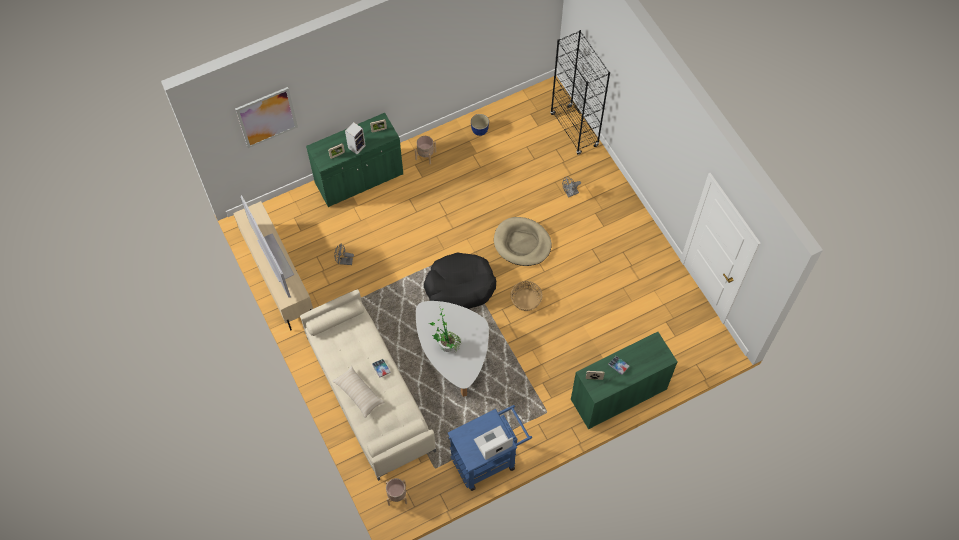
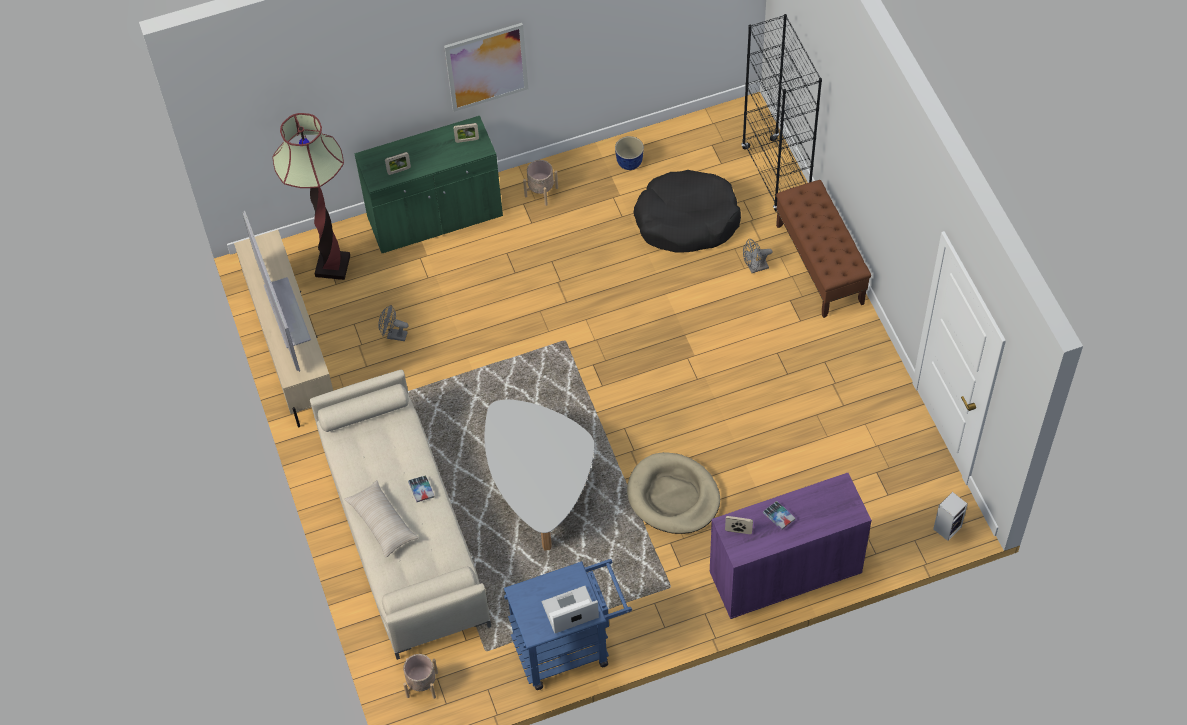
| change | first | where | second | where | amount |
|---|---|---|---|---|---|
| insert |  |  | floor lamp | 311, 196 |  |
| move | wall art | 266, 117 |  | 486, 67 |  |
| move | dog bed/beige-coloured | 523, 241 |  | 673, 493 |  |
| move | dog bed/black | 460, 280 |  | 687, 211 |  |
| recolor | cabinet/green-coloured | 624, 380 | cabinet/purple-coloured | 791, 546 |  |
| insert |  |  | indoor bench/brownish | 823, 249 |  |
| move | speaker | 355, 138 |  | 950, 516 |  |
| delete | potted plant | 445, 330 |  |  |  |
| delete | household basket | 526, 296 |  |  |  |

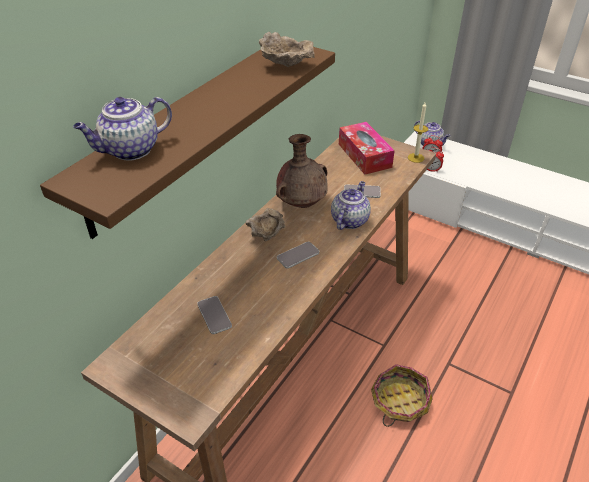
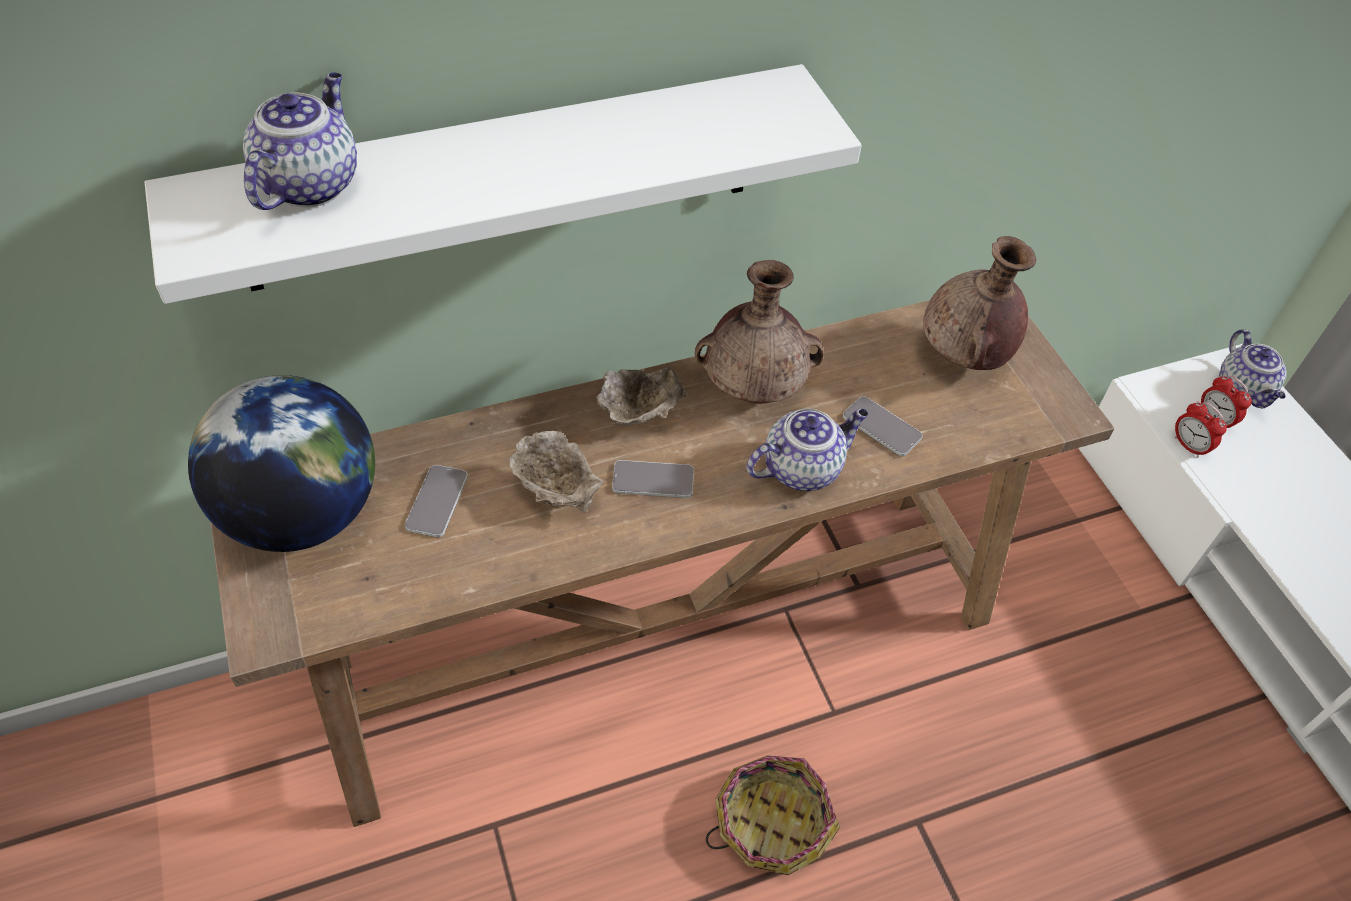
| change | first | where | second | where | amount |
|---|---|---|---|---|---|
| recolor | shelf/brownish | 187, 143 | shelf/white | 503, 184 |  |
| insert |  |  | globe | 281, 463 |  |
| rotate | teapot | 122, 128 |  | 300, 141 | 105 degrees clockwise |
| move | deep dish/beige-coloured | 287, 49 |  | 556, 472 |  |
| replace | tissue holder | 367, 148 | decorative vase/brownish | 979, 303 |  |
| delete | wax light | 418, 132 |  |  |  |

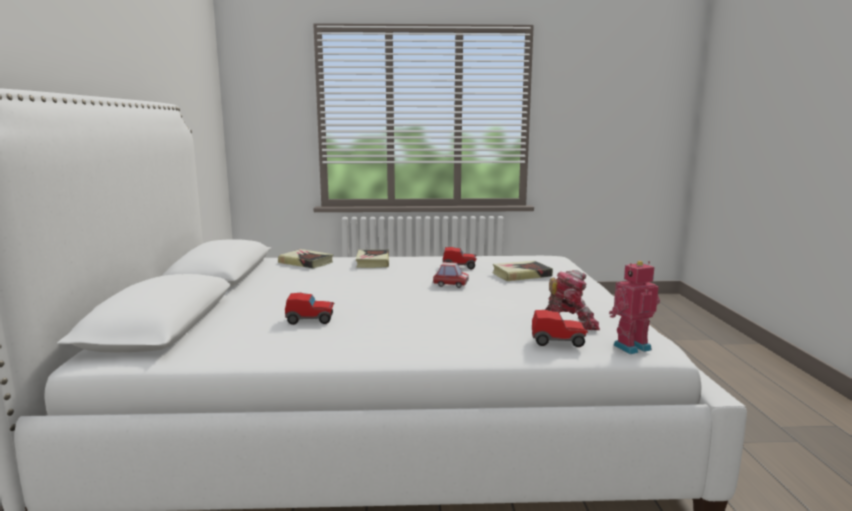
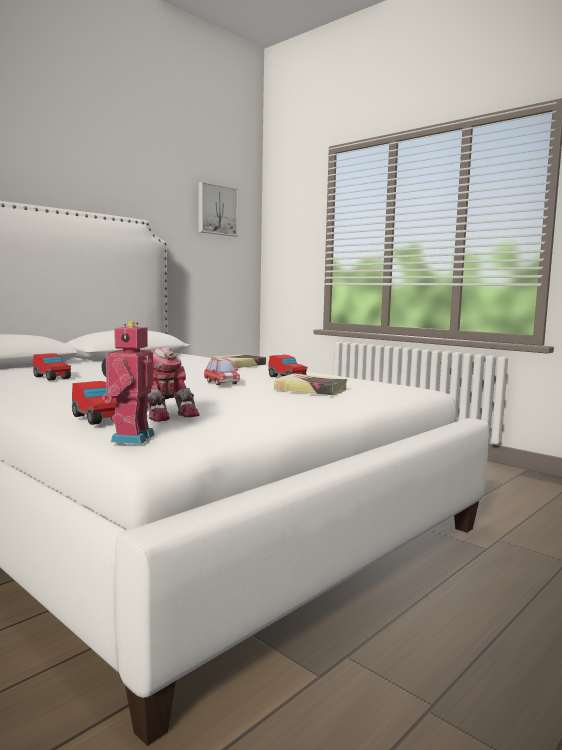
| change | first | where | second | where | amount |
|---|---|---|---|---|---|
| rotate | model robot | 634, 307 |  | 128, 382 | 105 degrees counterclockwise |
| insert |  |  | wall art | 218, 209 |  |
| delete | book | 305, 258 |  |  |  |

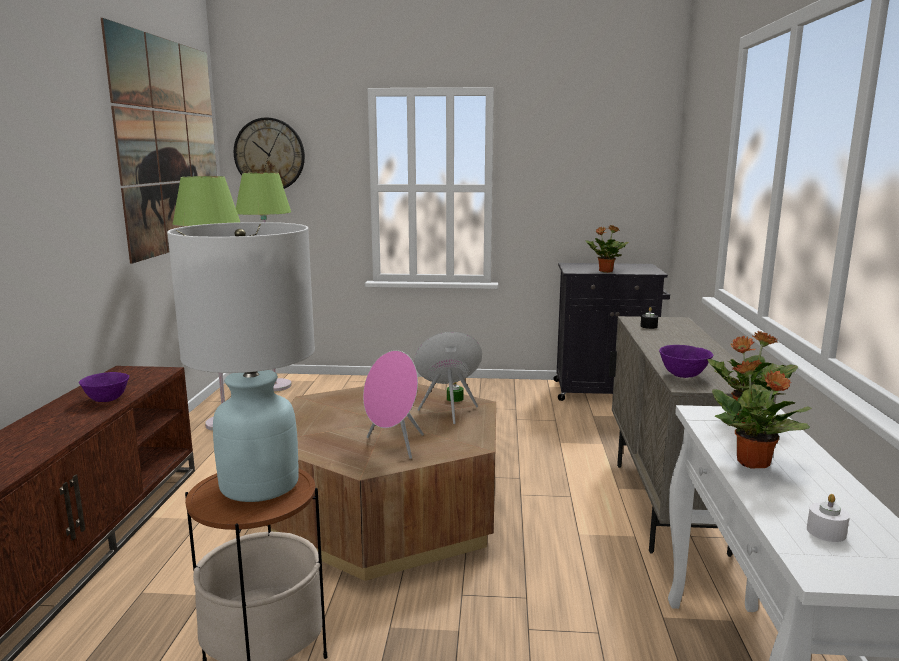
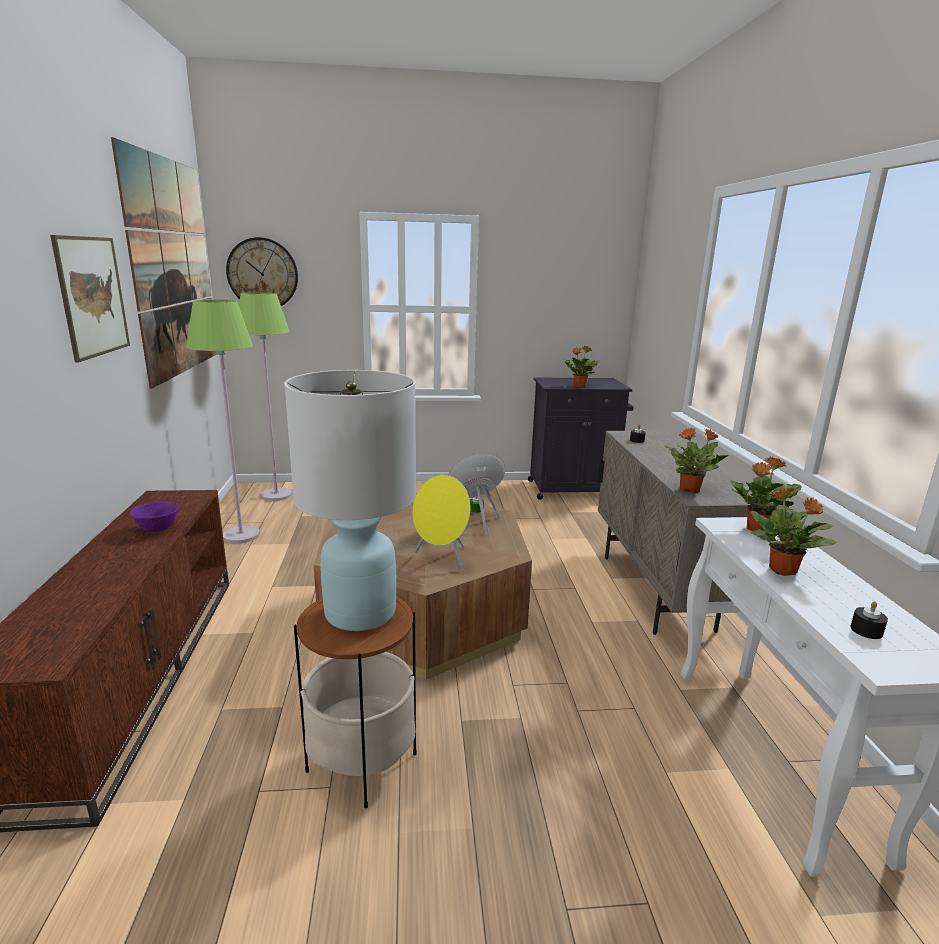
| change | first | where | second | where | amount |
|---|---|---|---|---|---|
| insert |  |  | wall art | 90, 299 |  |
| recolor | speaker/pinkish | 393, 404 | speaker/yellow-coloured | 441, 523 |  |
| replace | deep dish/purple-coloured | 686, 361 | potted plant | 697, 460 |  |
| recolor | wax light/white | 828, 518 | wax light/black | 869, 620 |  |

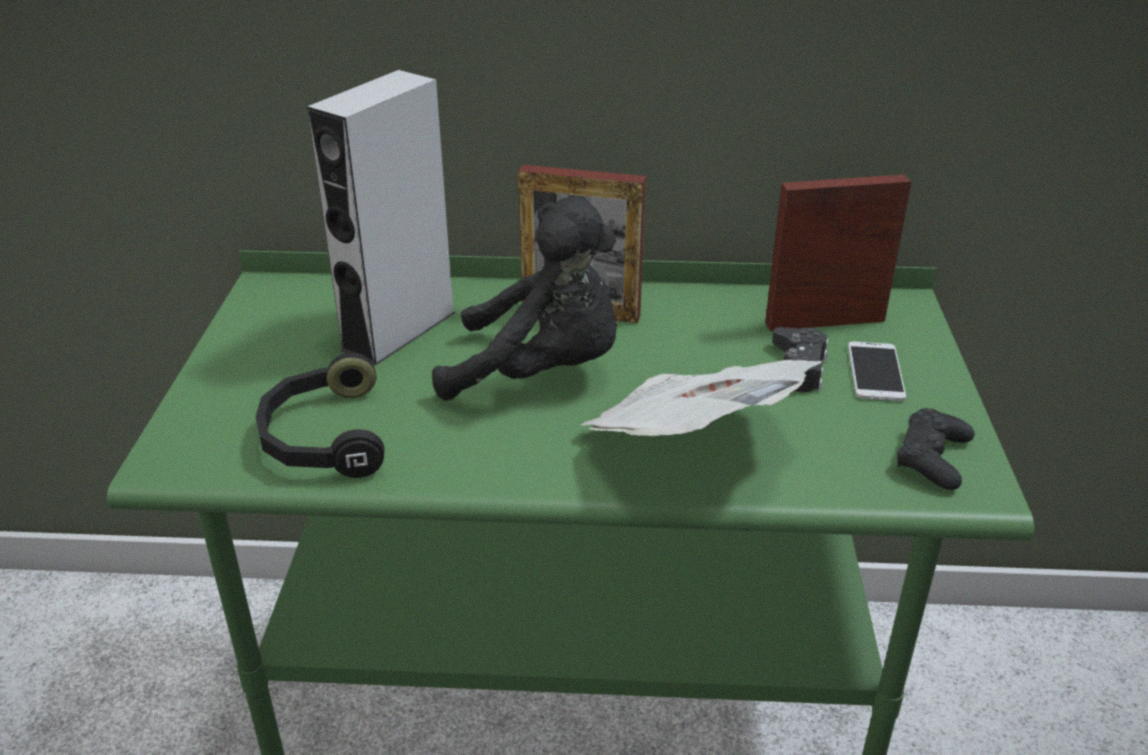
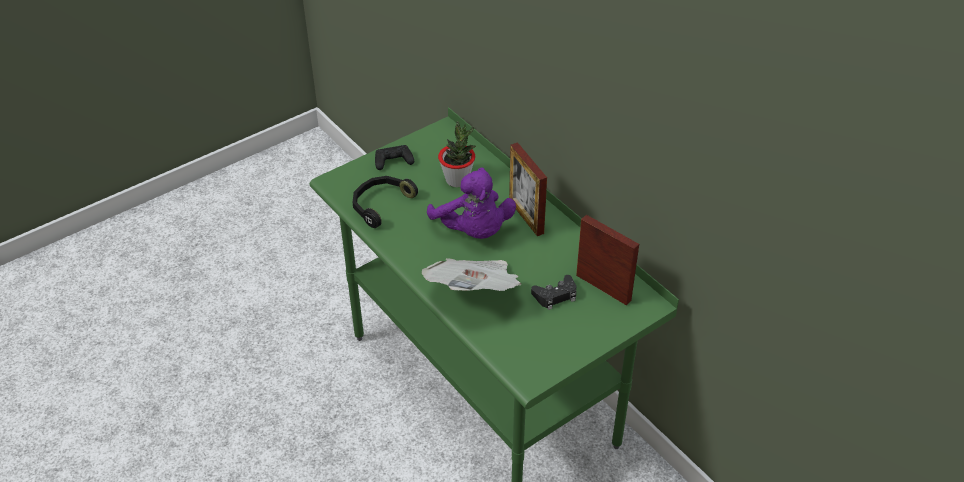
| change | first | where | second | where | amount |
|---|---|---|---|---|---|
| move | gamepad/black | 936, 449 |  | 394, 157 |  |
| recolor | soft toy/black | 524, 299 | soft toy/purple-coloured | 471, 203 |  |
| replace | speaker/gray | 381, 218 | potted plant | 457, 154 |  |
| delete | handset | 877, 371 |  |  |  |

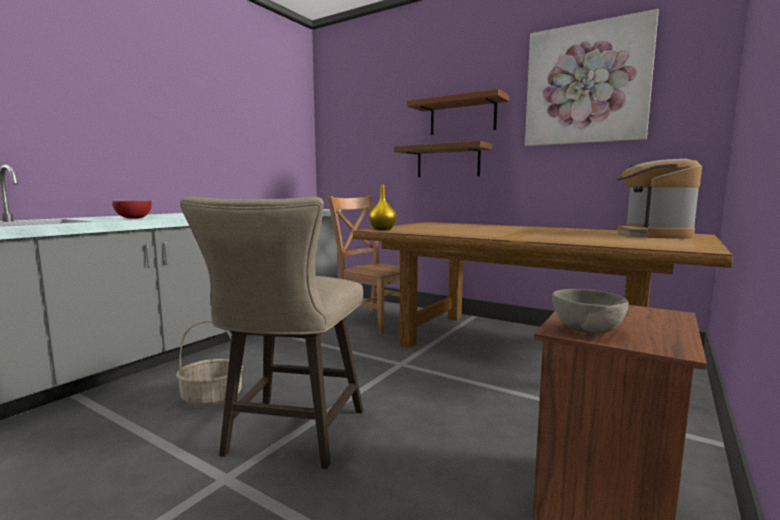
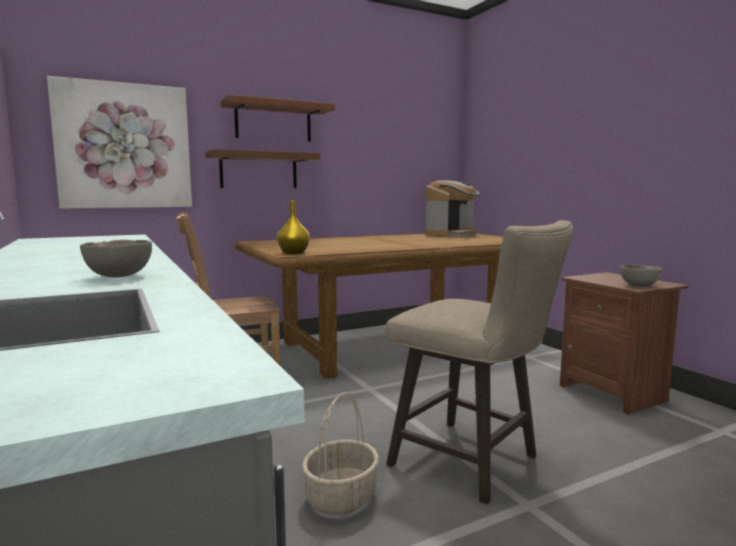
| change | first | where | second | where | amount |
|---|---|---|---|---|---|
| move | wall art | 592, 77 |  | 119, 142 |  |
| recolor | deep dish/red-coloured | 132, 210 | deep dish/gray | 116, 259 |  |
| rotate | coffee machine | 659, 199 |  | 452, 208 | 90 degrees counterclockwise |

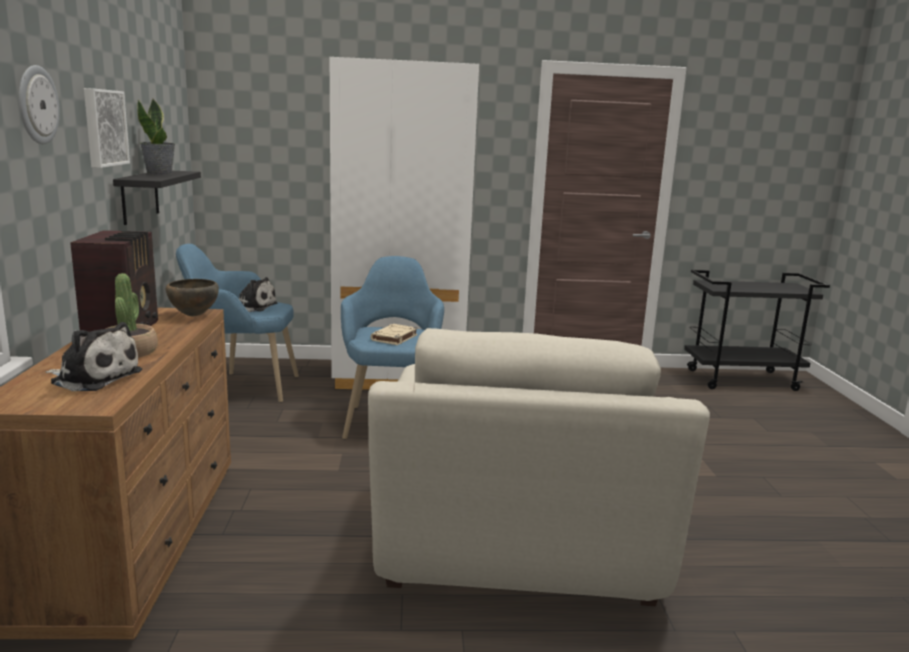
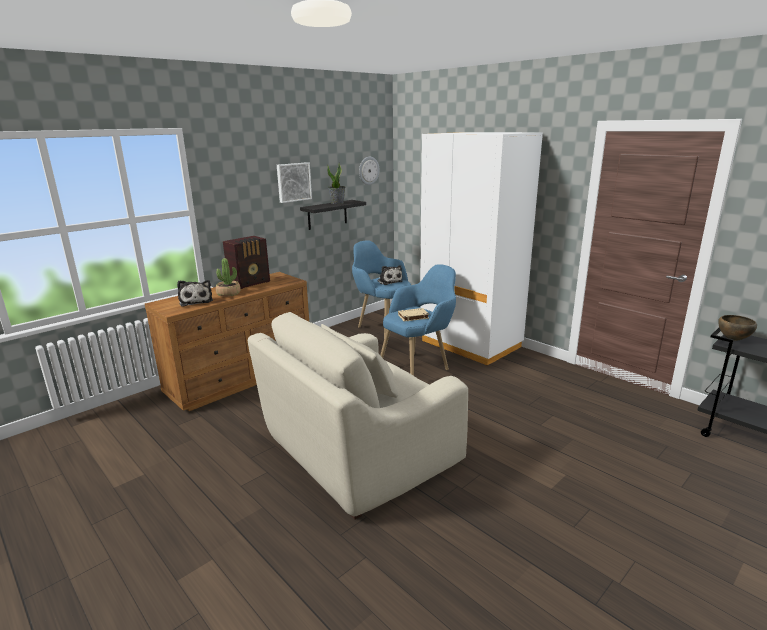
| change | first | where | second | where | amount |
|---|---|---|---|---|---|
| move | wall clock | 39, 104 |  | 369, 171 |  |
| move | deep dish/brownish | 192, 297 |  | 737, 328 |  |

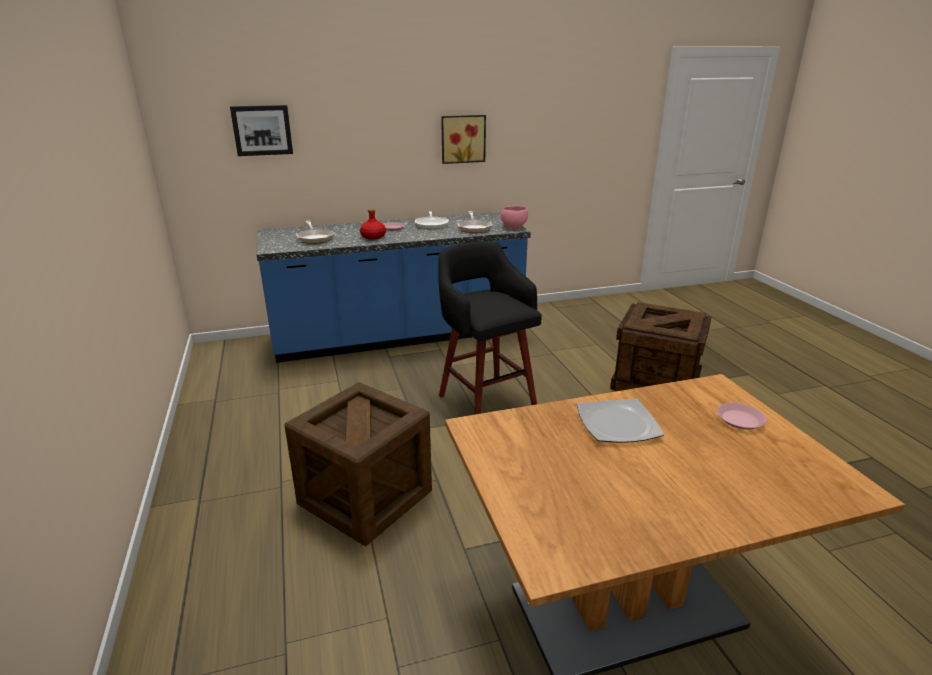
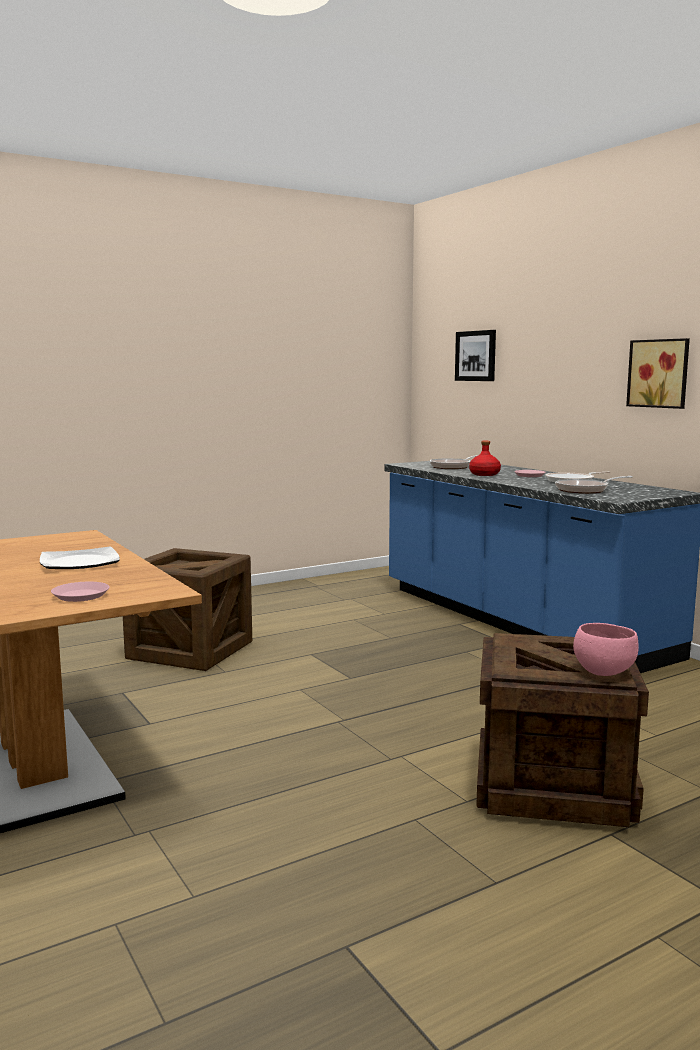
| change | first | where | second | where | amount |
|---|---|---|---|---|---|
| move | deep dish/pinkish | 514, 217 |  | 606, 649 |  |
| delete | sitting stool/black | 490, 328 |  |  |  |

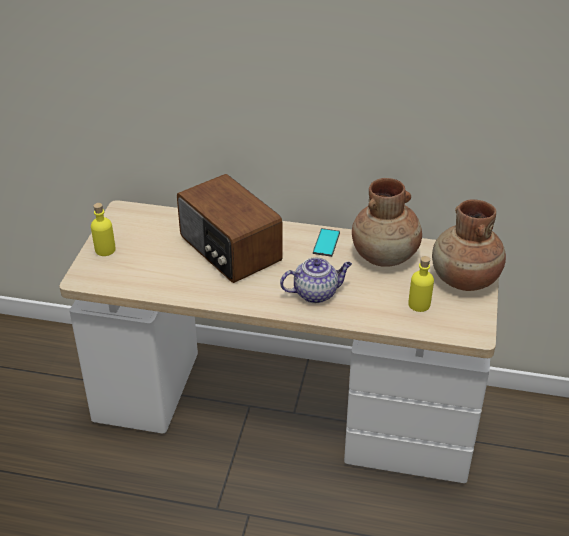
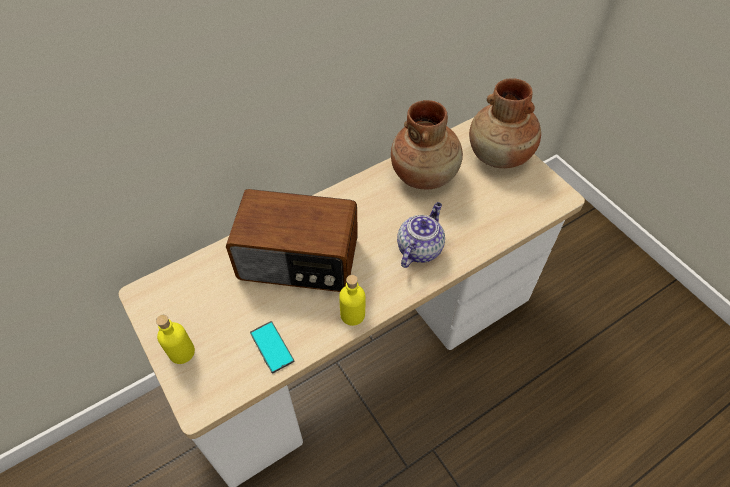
| change | first | where | second | where | amount |
|---|---|---|---|---|---|
| move | handset | 326, 242 |  | 272, 347 |  |
| move | beverage bottle/yellow-coloured | 421, 284 |  | 352, 300 |  |

